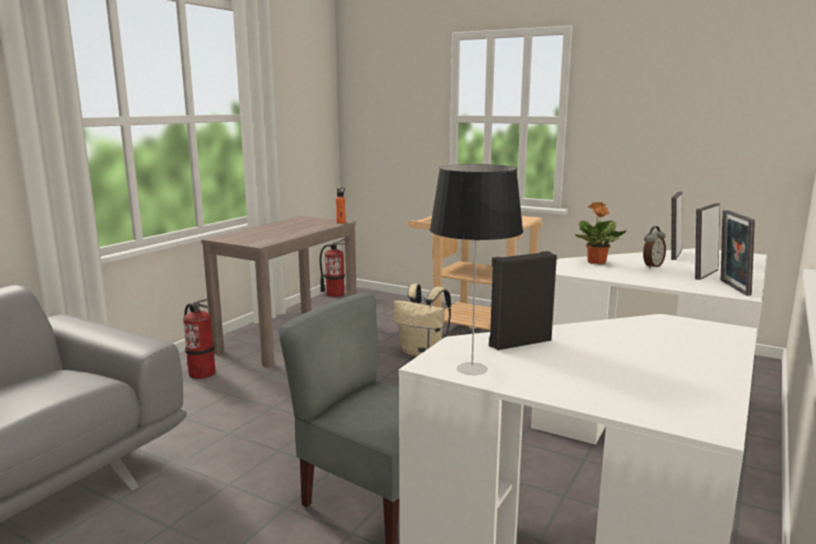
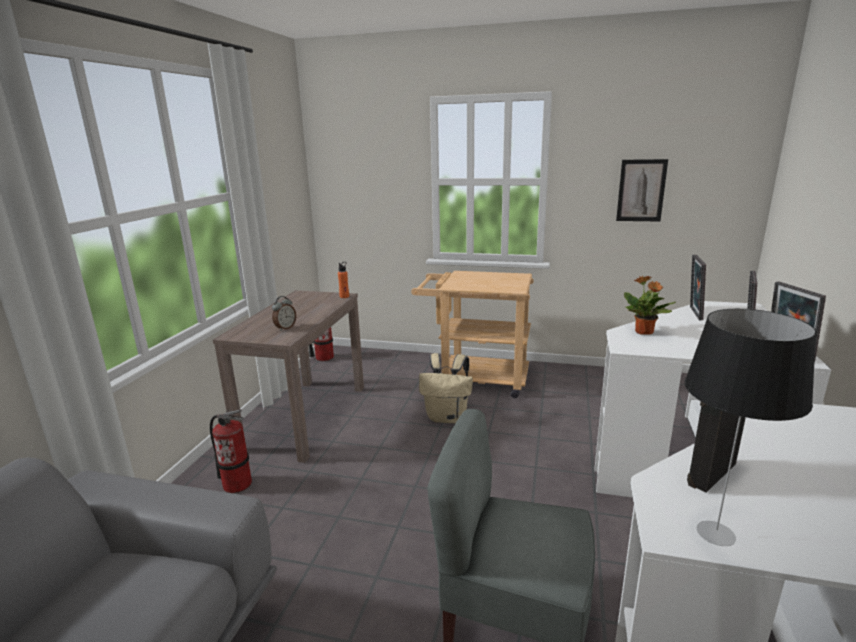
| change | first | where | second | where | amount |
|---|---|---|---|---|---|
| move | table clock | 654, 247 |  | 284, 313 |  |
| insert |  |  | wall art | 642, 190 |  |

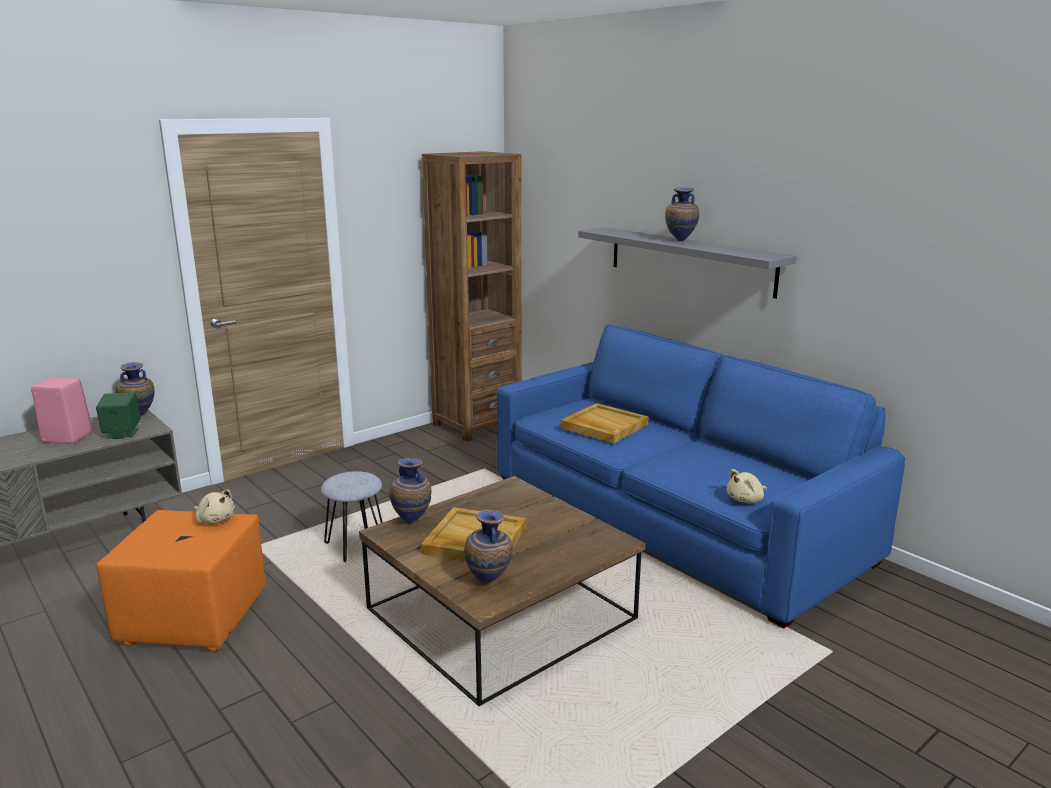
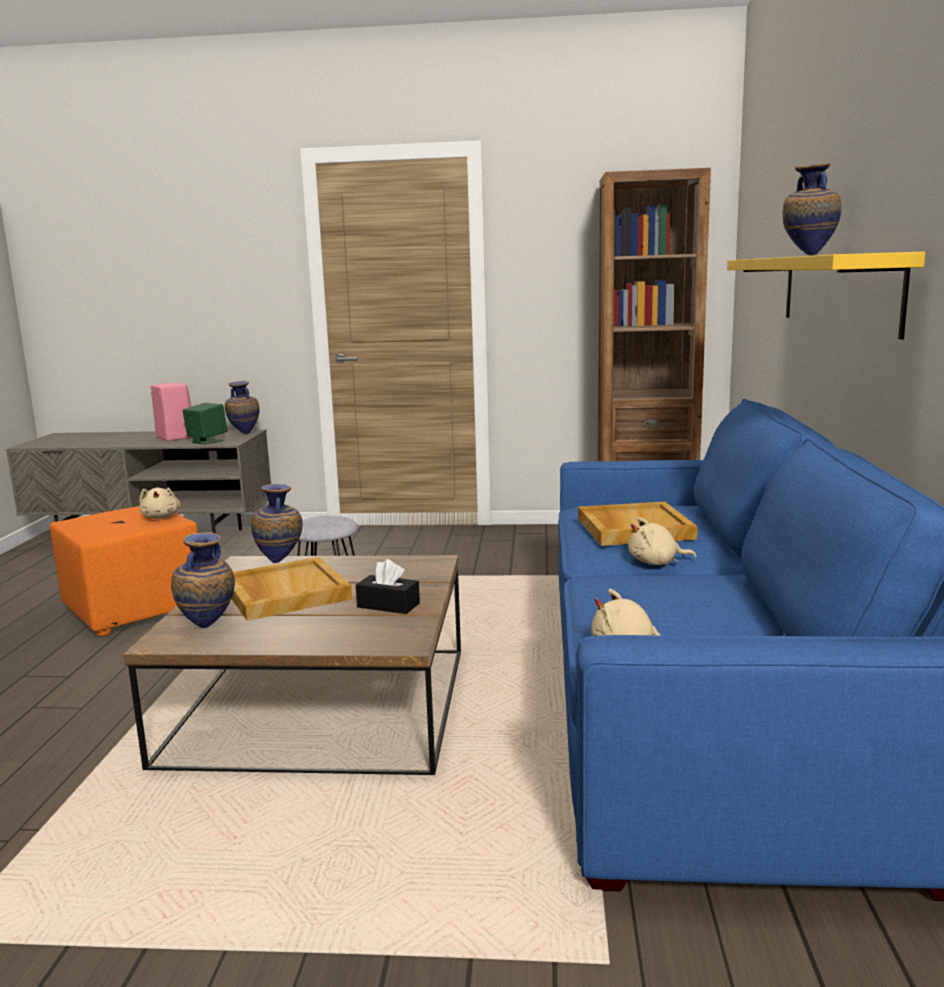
| change | first | where | second | where | amount |
|---|---|---|---|---|---|
| insert |  |  | tissue holder/black | 388, 586 |  |
| insert |  |  | soft toy/beige-coloured | 662, 541 |  |
| recolor | shelf/gray | 687, 263 | shelf/yellow-coloured | 826, 296 |  |

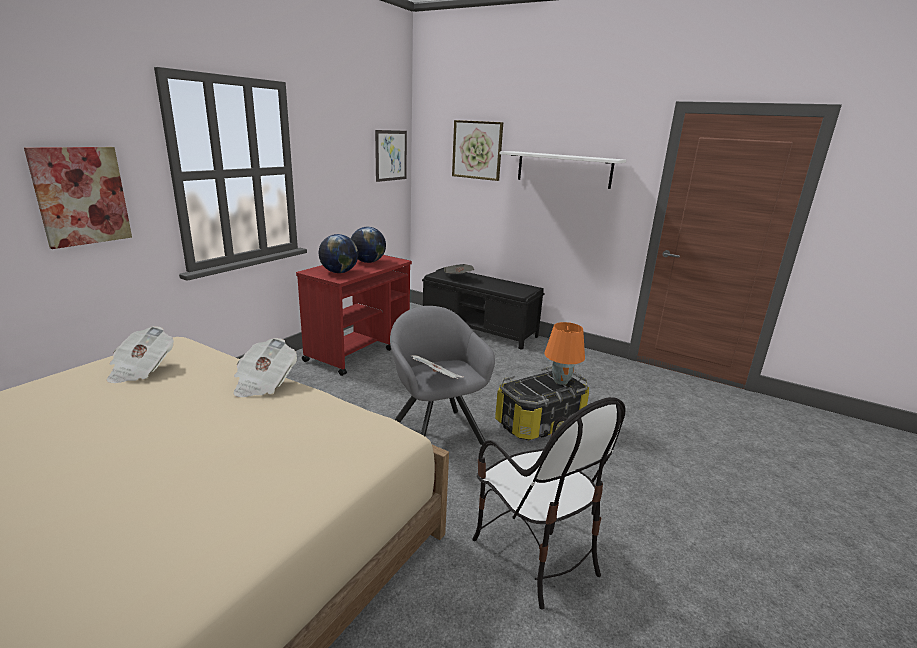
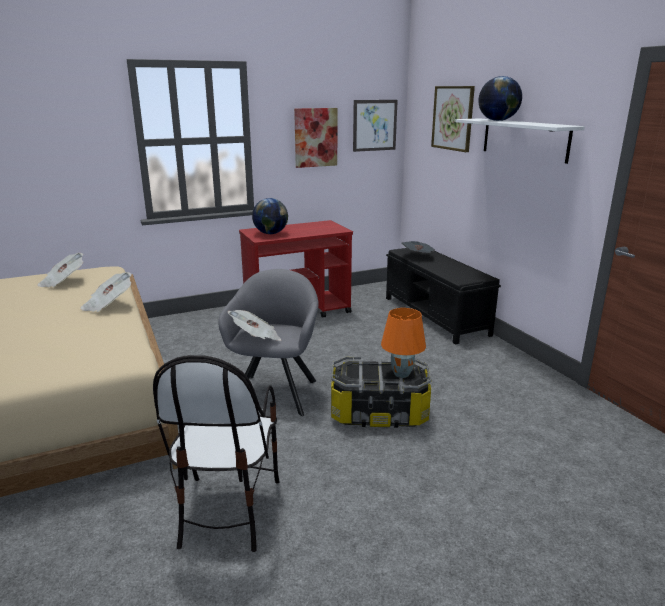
| change | first | where | second | where | amount |
|---|---|---|---|---|---|
| move | wall art | 78, 198 |  | 315, 138 |  |
| move | globe | 368, 245 |  | 500, 98 |  |

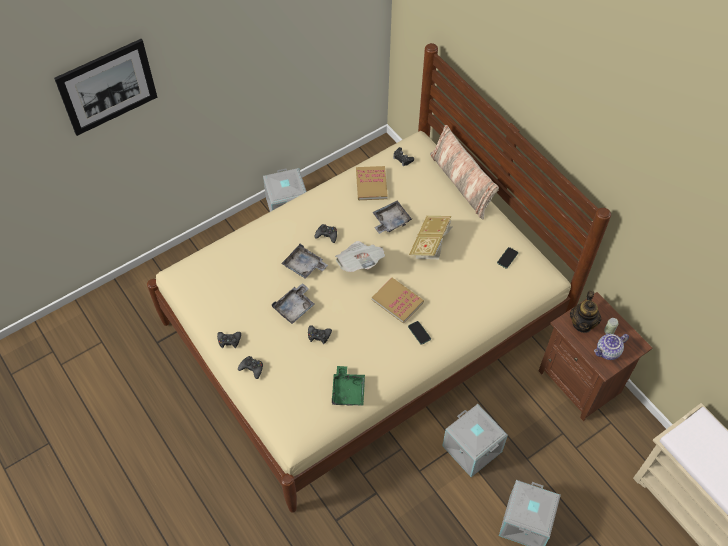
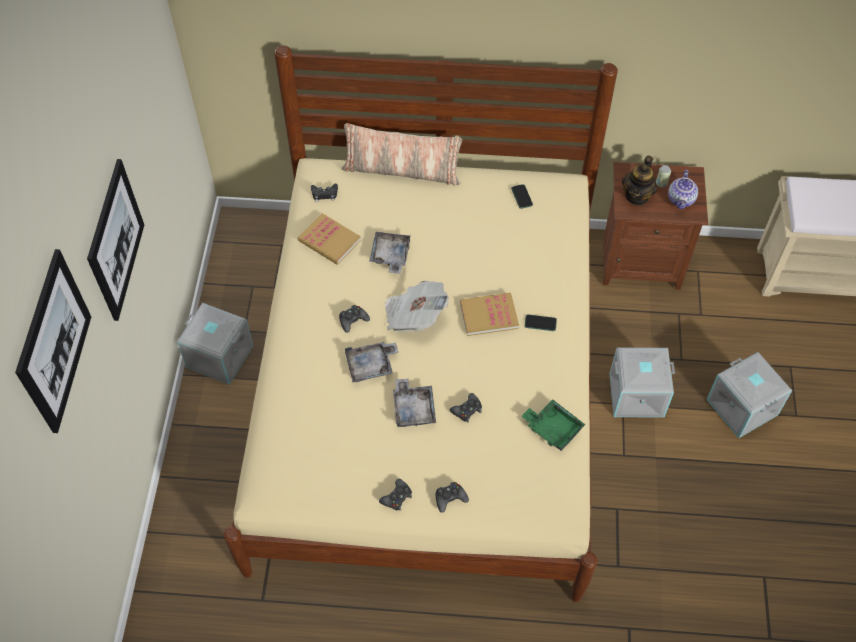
| change | first | where | second | where | amount |
|---|---|---|---|---|---|
| insert |  |  | wall art | 115, 240 |  |
| rotate | teapot | 586, 312 |  | 639, 180 | 60 degrees clockwise |
| delete | book | 431, 237 |  |  |  |

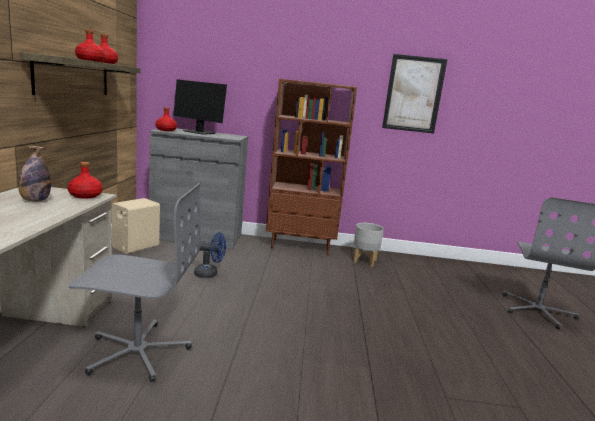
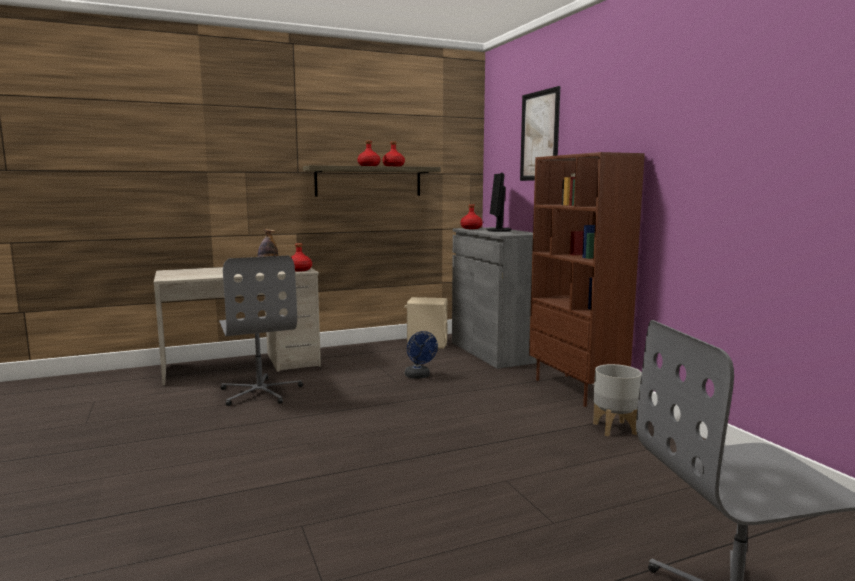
| change | first | where | second | where | amount |
|---|---|---|---|---|---|
| move | wall art | 415, 93 |  | 540, 133 |  |

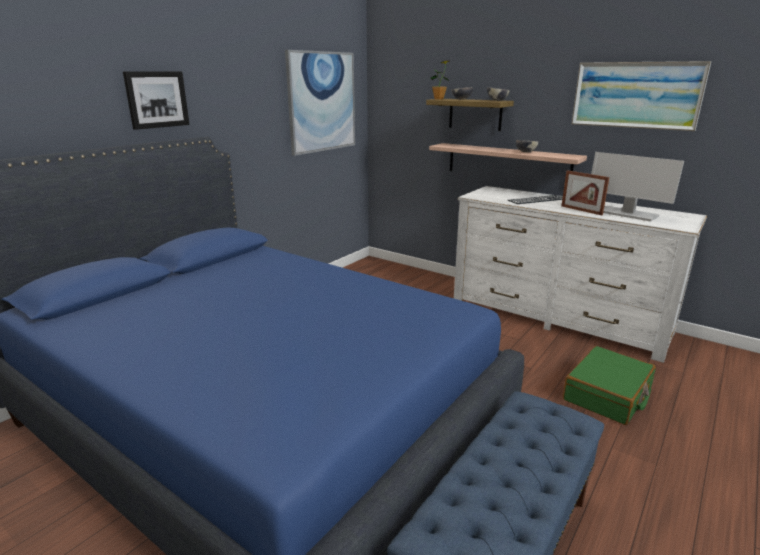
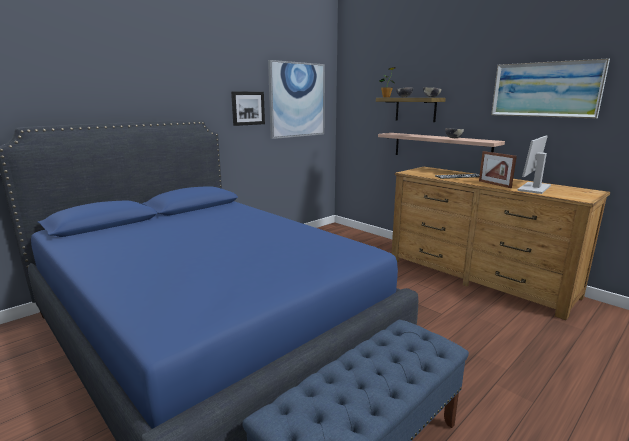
| change | first | where | second | where | amount |
|---|---|---|---|---|---|
| move | wall art | 156, 100 |  | 248, 108 |  |
| recolor | drawer chest/white | 580, 274 | drawer chest/brownish | 500, 243 |  |
| rotate | monitor | 637, 187 |  | 534, 165 | 75 degrees clockwise |
| delete | suitcase/green-coloured | 609, 385 |  |  |  |

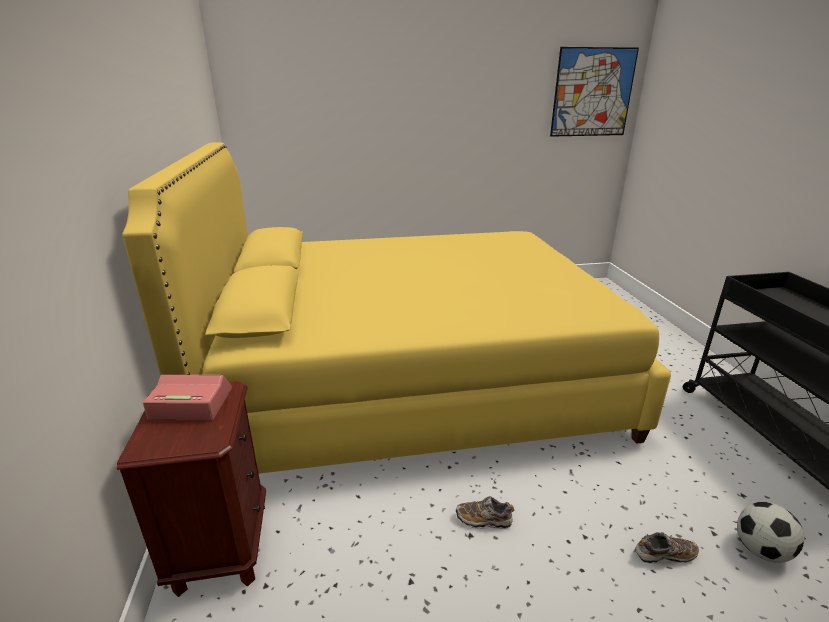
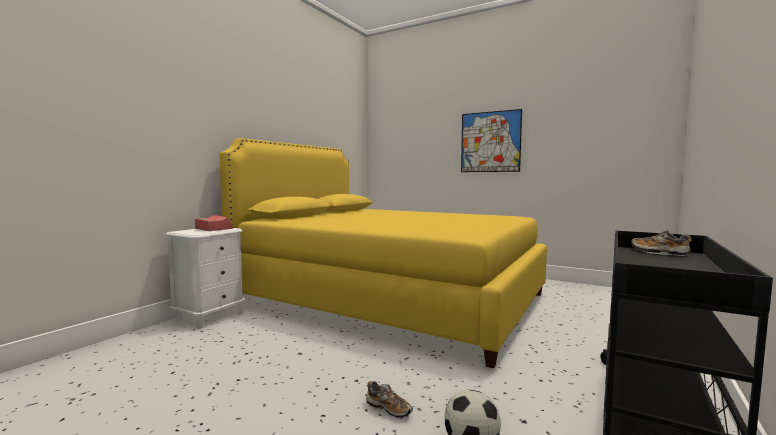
| change | first | where | second | where | amount |
|---|---|---|---|---|---|
| recolor | nightstand/brownish | 191, 489 | nightstand/white | 206, 278 |  |
| move | wall art | 594, 92 |  | 491, 140 |  |
| move | low shoe | 485, 512 |  | 661, 243 |  |

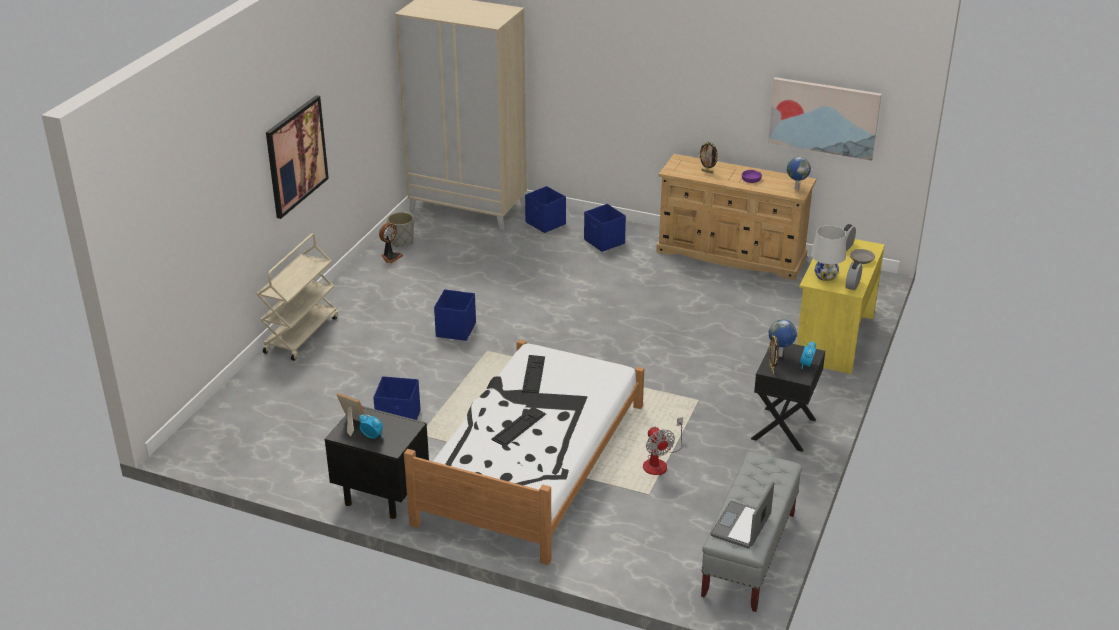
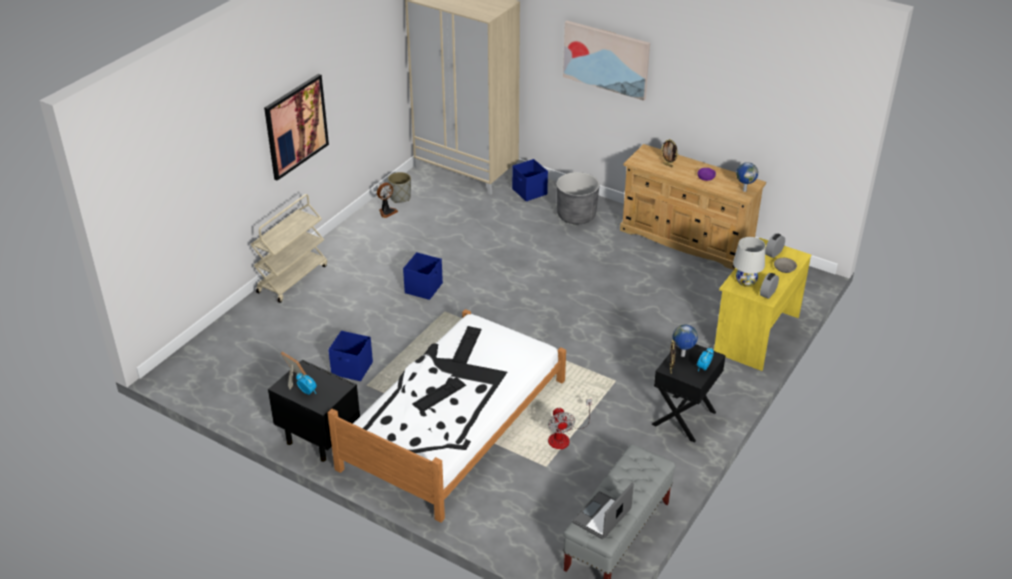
| change | first | where | second | where | amount |
|---|---|---|---|---|---|
| replace | storage box/blue-coloured | 605, 228 | plant pot/gray | 577, 198 |  |
| move | wall art | 825, 119 |  | 606, 61 |  |

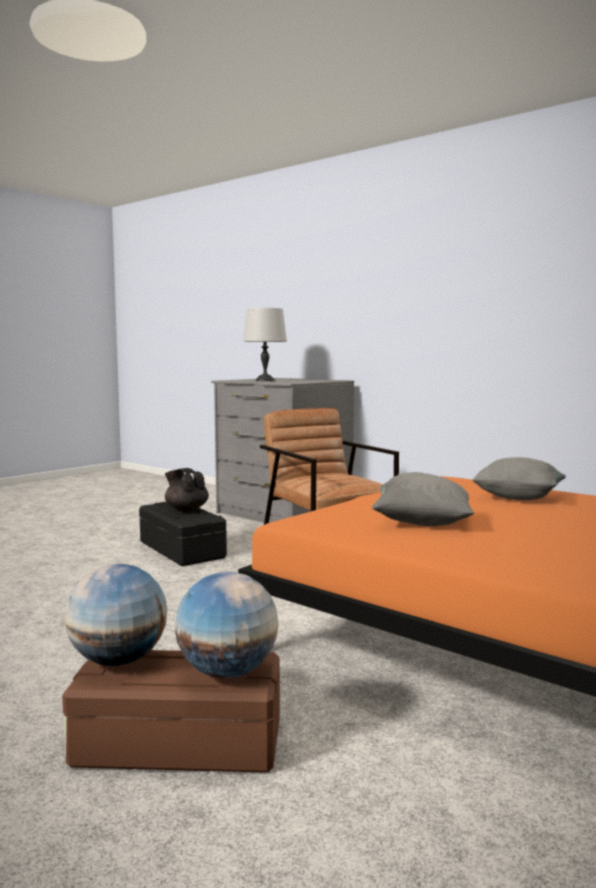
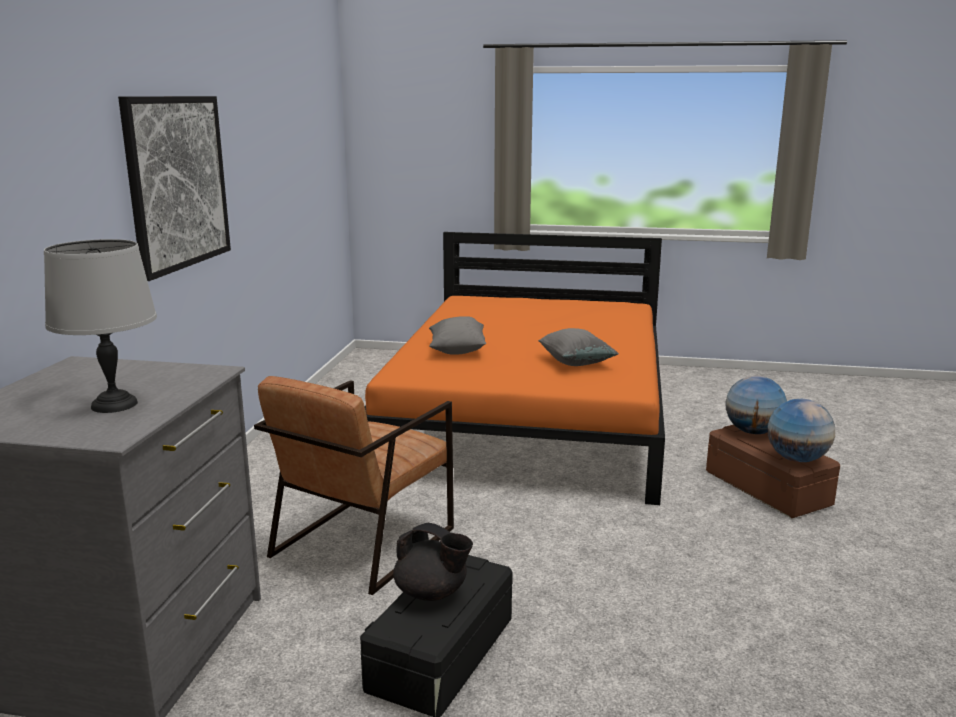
| change | first | where | second | where | amount |
|---|---|---|---|---|---|
| insert |  |  | wall art | 174, 188 |  |
| rotate | teapot/black | 187, 490 |  | 433, 562 | 75 degrees counterclockwise |

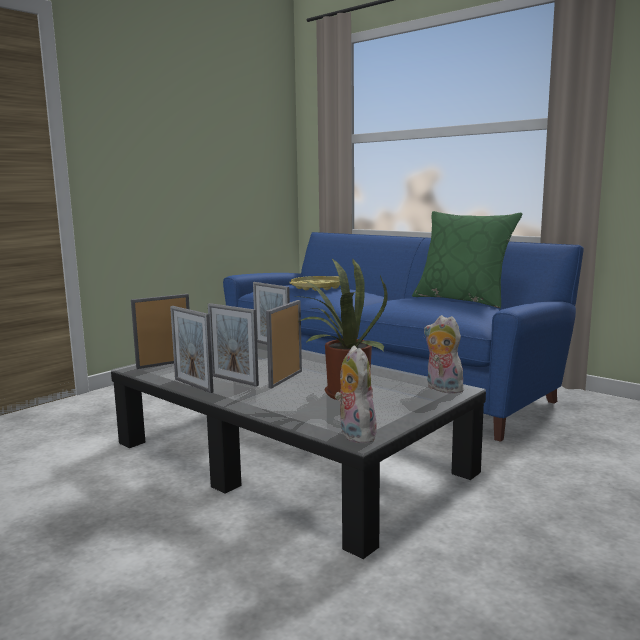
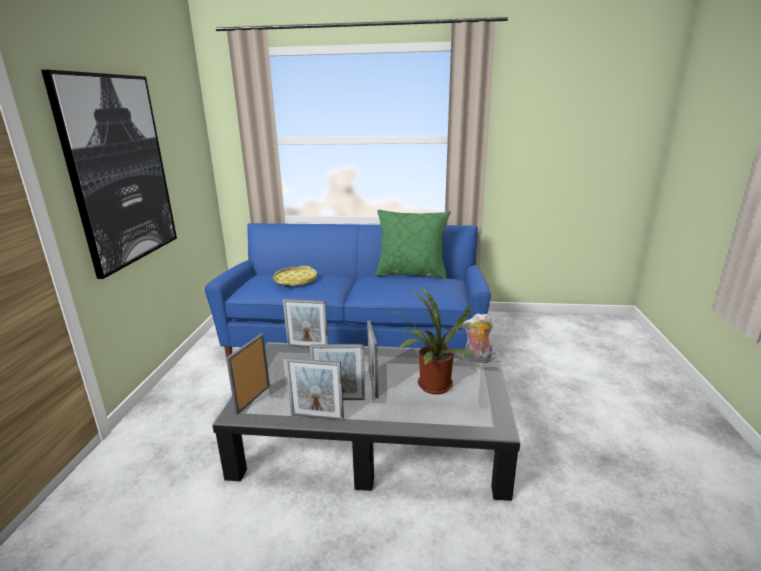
| change | first | where | second | where | amount |
|---|---|---|---|---|---|
| insert |  |  | wall art | 109, 174 |  |
| delete | soft toy | 356, 394 |  |  |  |

